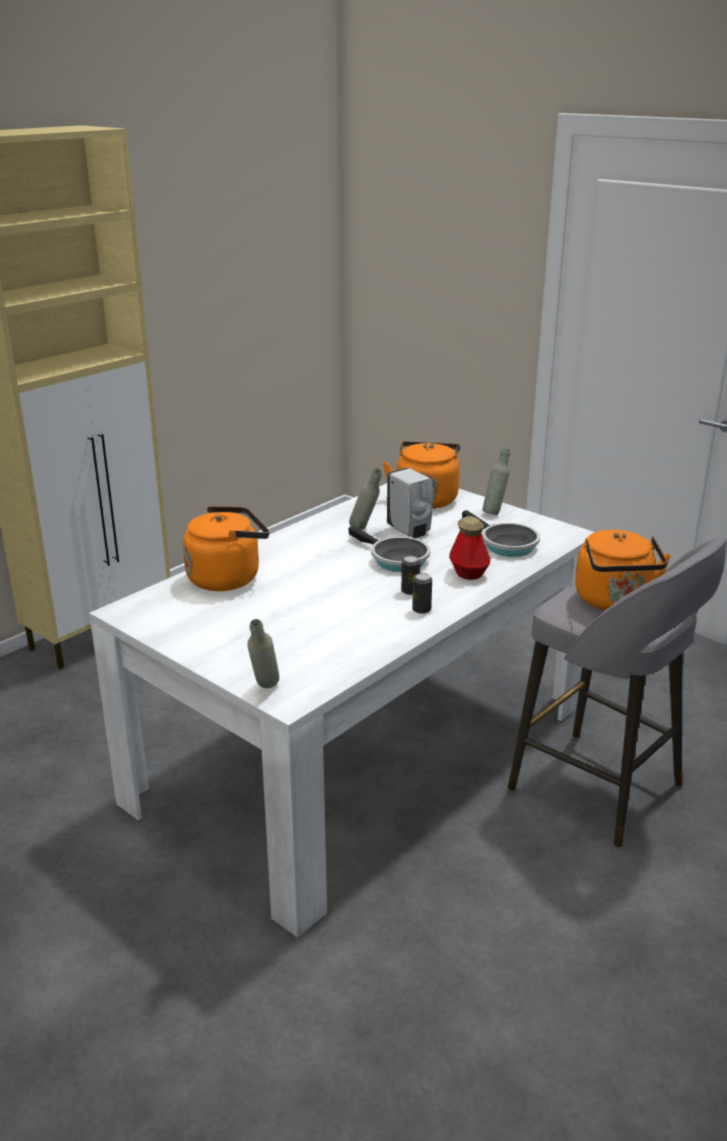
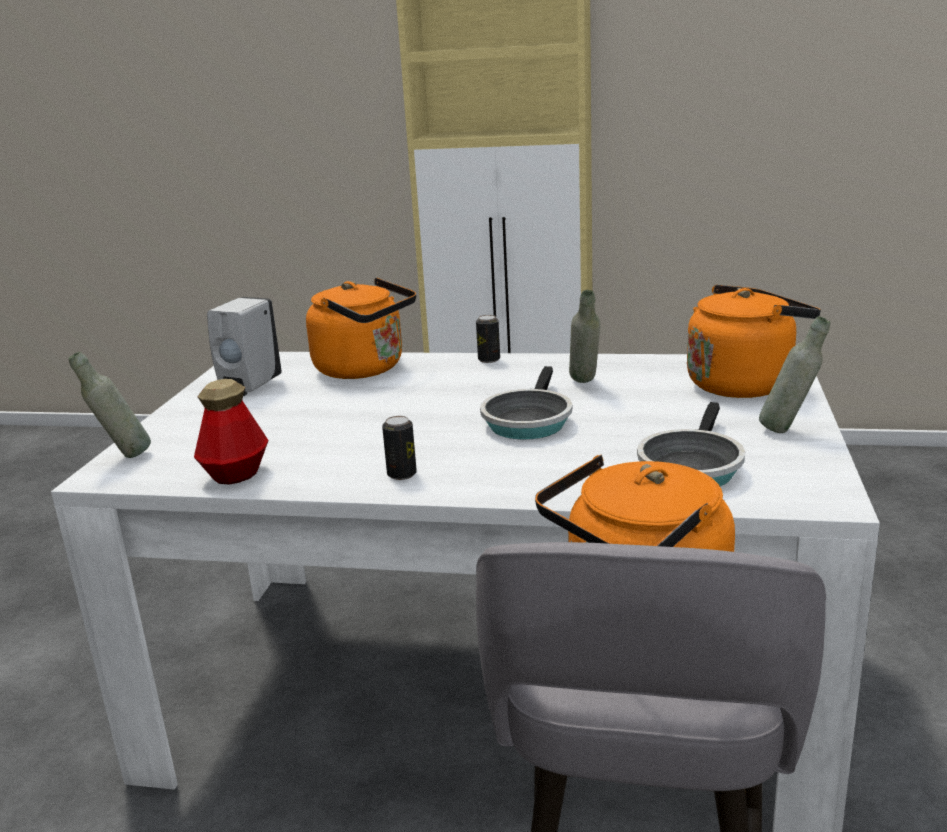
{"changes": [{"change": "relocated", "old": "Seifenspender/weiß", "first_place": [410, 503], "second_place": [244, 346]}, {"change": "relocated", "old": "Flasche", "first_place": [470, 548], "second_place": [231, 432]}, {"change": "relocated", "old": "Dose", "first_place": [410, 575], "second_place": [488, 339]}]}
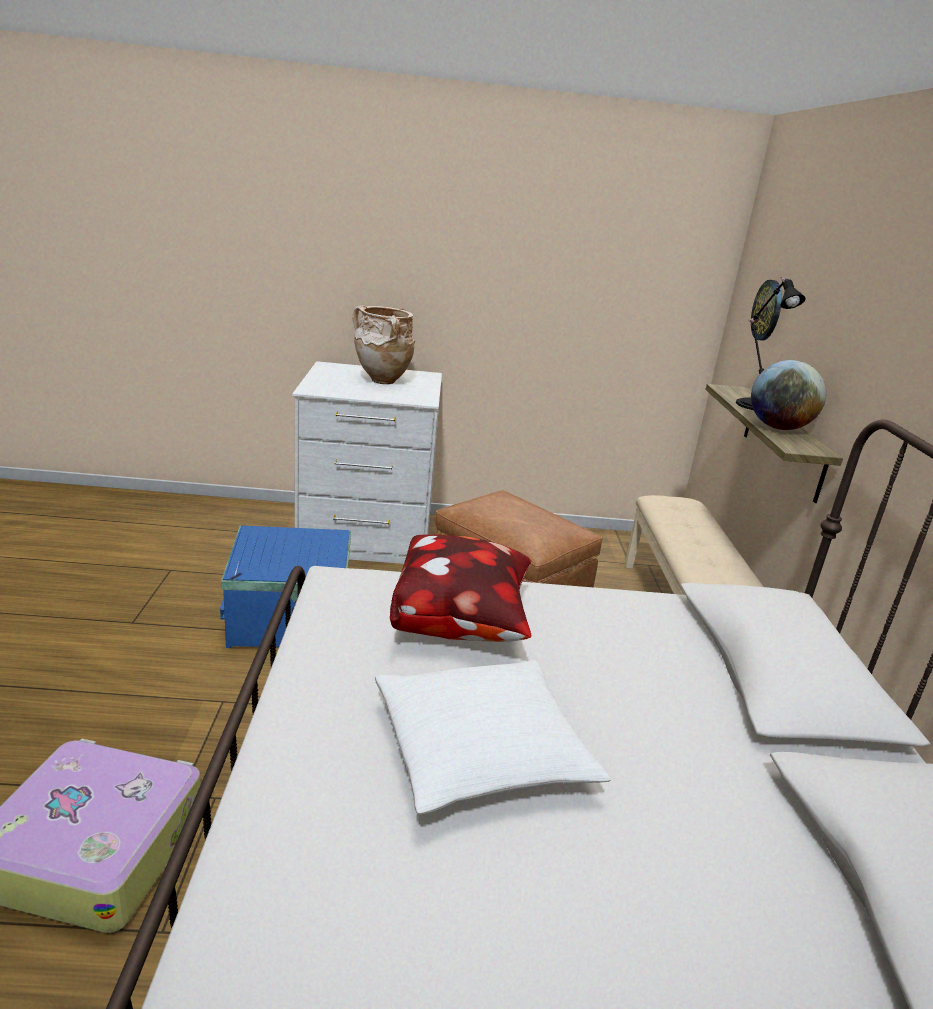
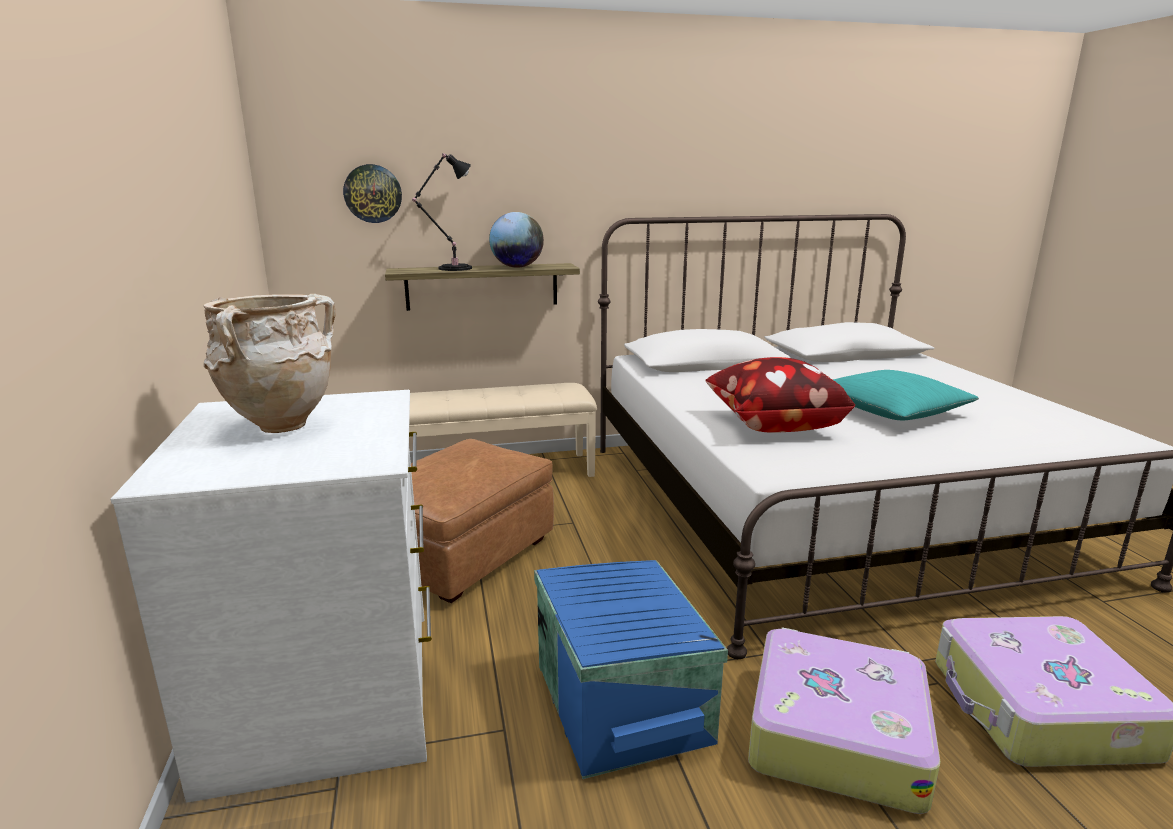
{"changes": [{"change": "colour", "old": "Kissen/weiß", "new": "Kissen/türkis", "first_place": [492, 737], "second_place": [906, 395]}, {"change": "appeared", "new": "Koffer", "second_place": [844, 720]}]}
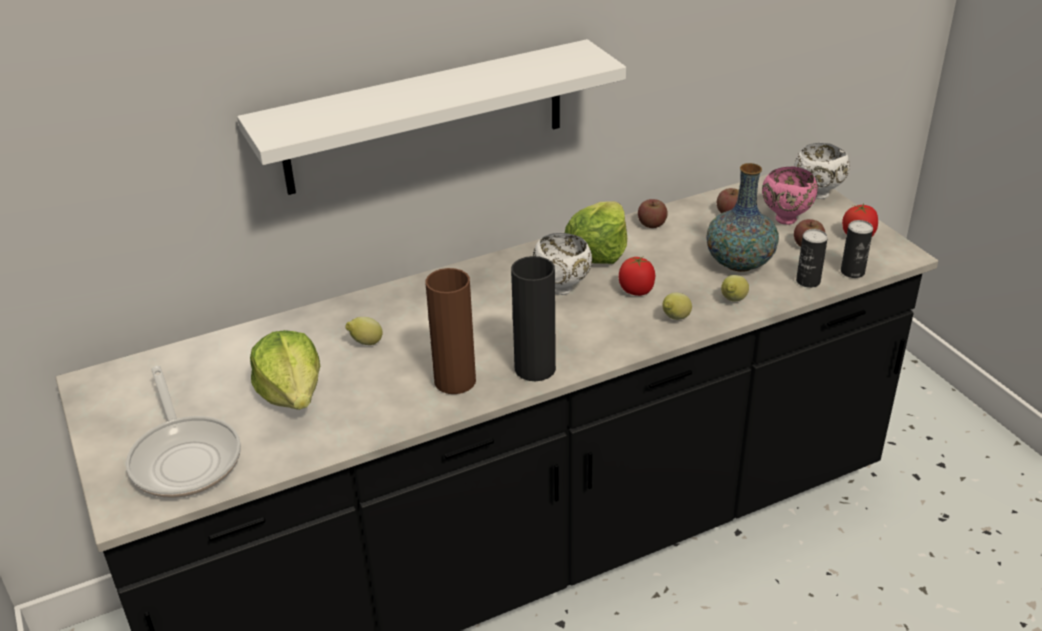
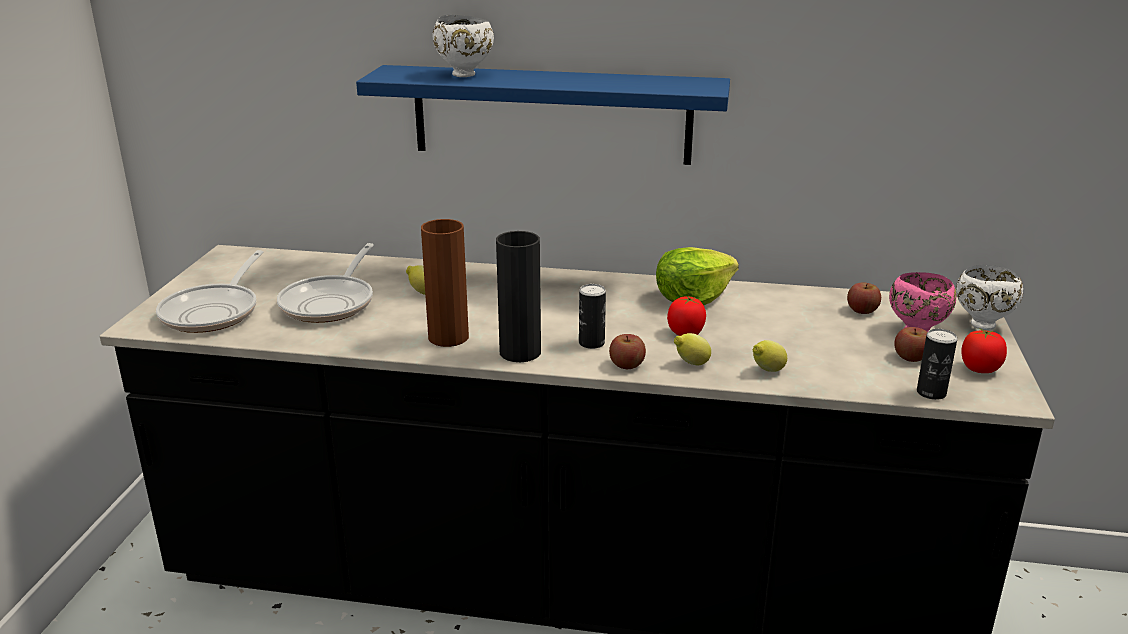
{"changes": [{"change": "colour", "old": "Wandregal/weiß", "new": "Wandregal/blau", "first_place": [431, 117], "second_place": [543, 115]}, {"change": "missing", "old": "Vase", "first_place": [742, 217]}, {"change": "relocated", "old": "Apfel", "first_place": [653, 213], "second_place": [627, 351]}, {"change": "relocated", "old": "Dose", "first_place": [812, 258], "second_place": [592, 316]}, {"change": "relocated", "old": "Schüssel/weiß", "first_place": [562, 264], "second_place": [463, 46]}, {"change": "exchanged", "old": "Salatkopf", "new": "Pfanne", "first_place": [285, 370], "second_place": [325, 283]}]}
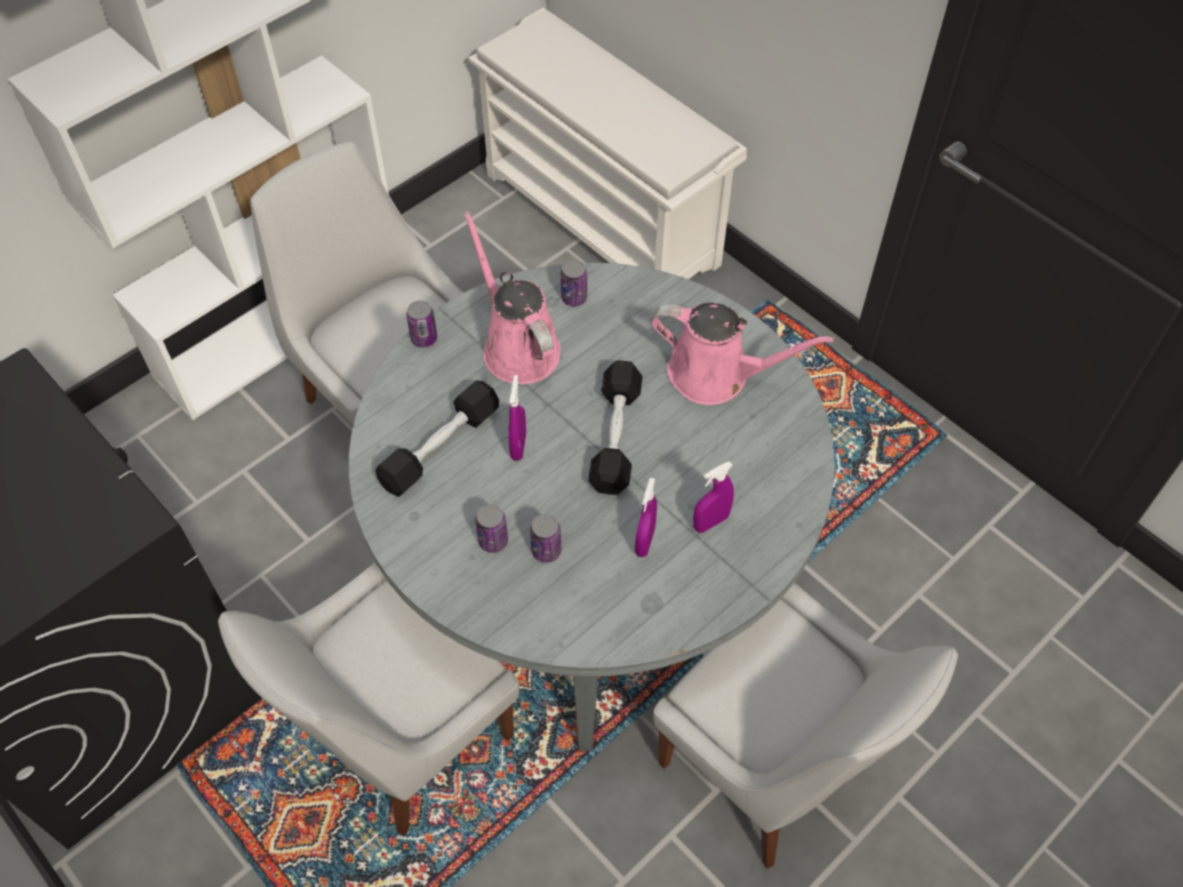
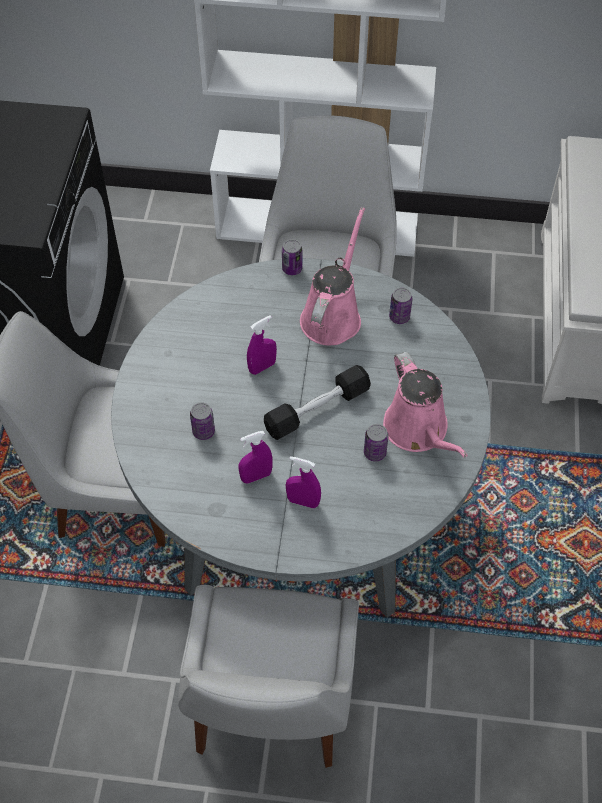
{"changes": [{"change": "missing", "old": "Hantel/schwarz", "first_place": [437, 439]}, {"change": "relocated", "old": "Dose", "first_place": [491, 528], "second_place": [376, 442]}]}
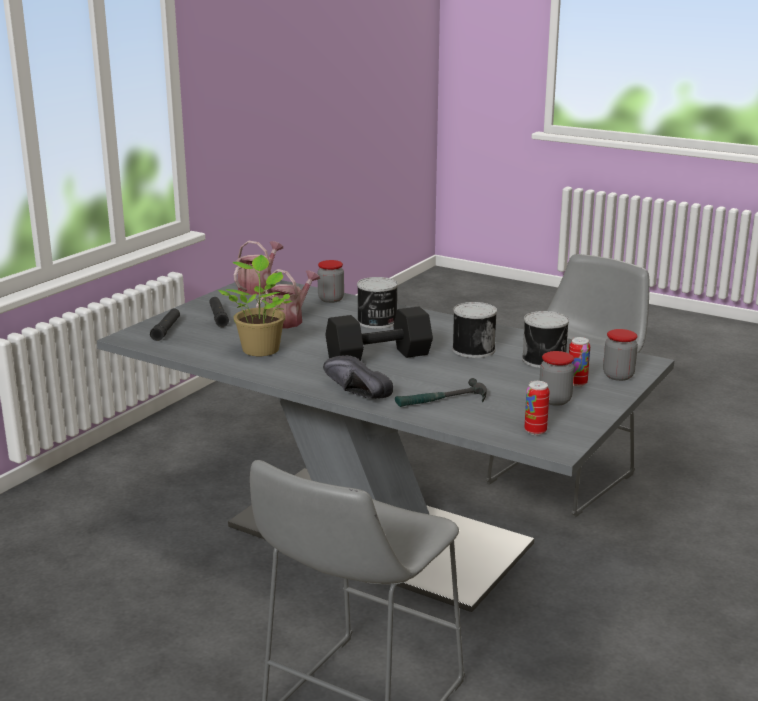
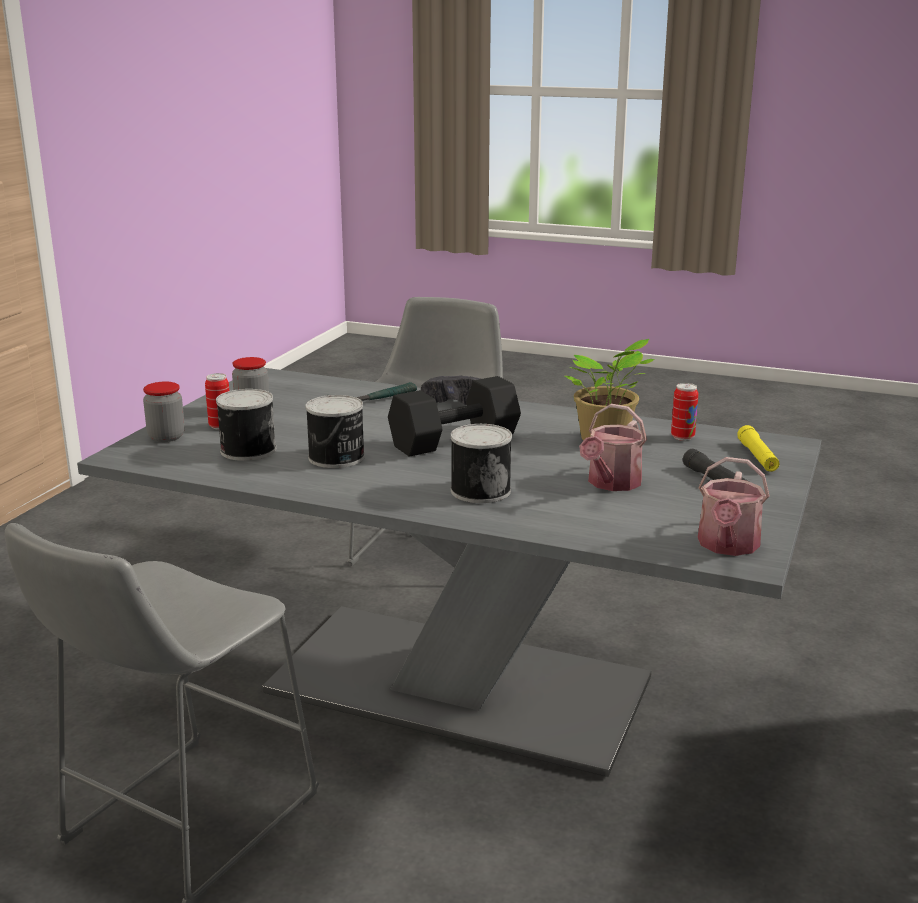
{"changes": [{"change": "missing", "old": "Vorratsglas", "first_place": [330, 281]}, {"change": "colour", "old": "Taschenlampe/schwarz", "new": "Taschenlampe/gelb", "first_place": [165, 324], "second_place": [758, 448]}, {"change": "relocated", "old": "Dose", "first_place": [537, 408], "second_place": [684, 412]}]}
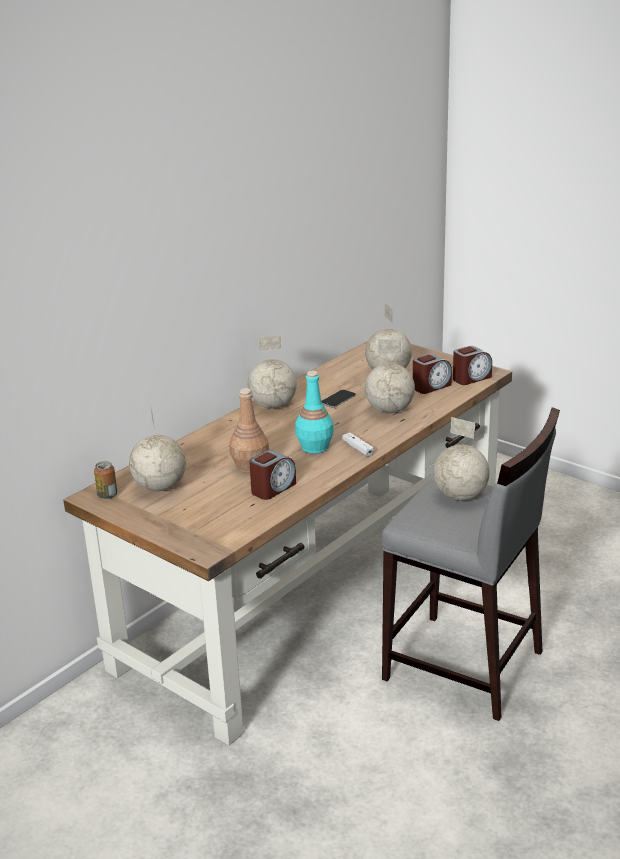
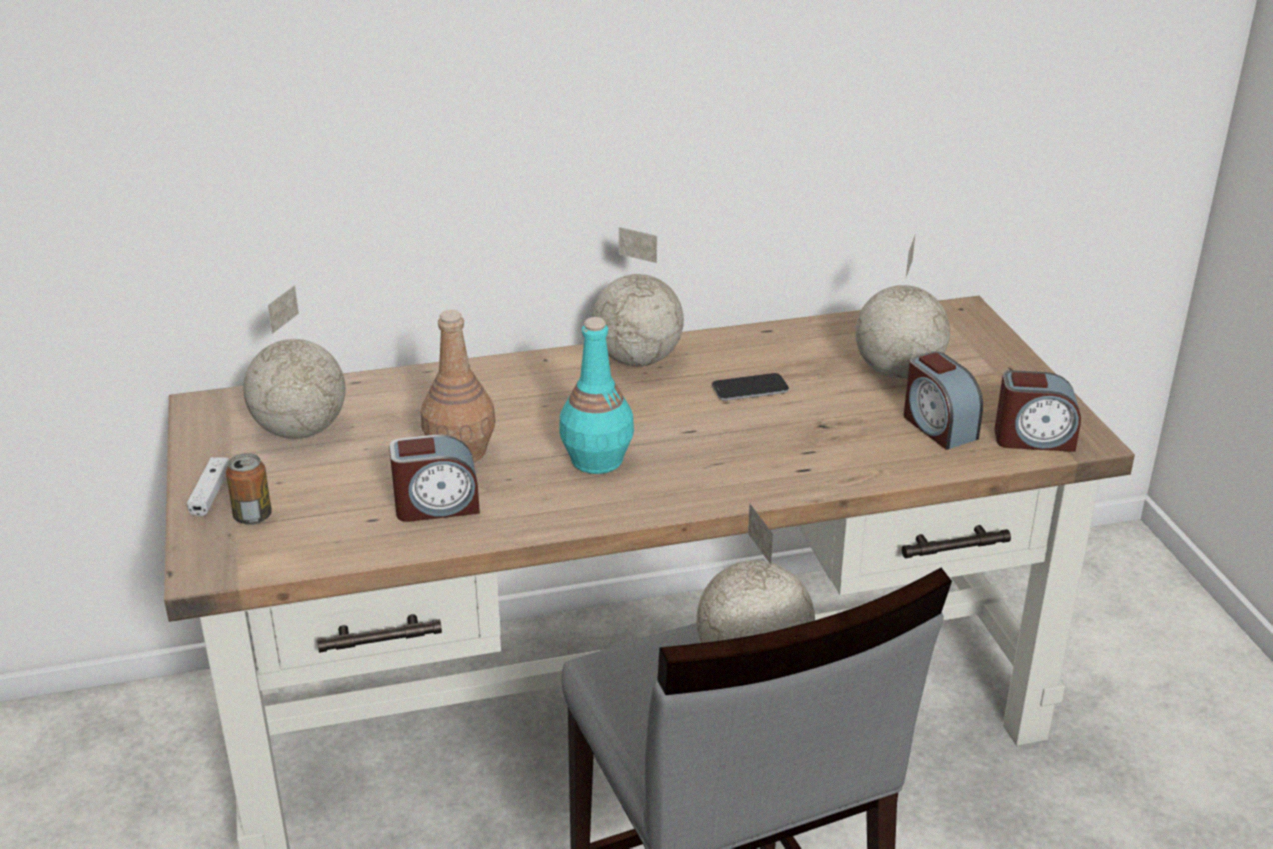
{"changes": [{"change": "missing", "old": "Globus", "first_place": [390, 376]}, {"change": "spun", "old": "Wecker", "first_place": [432, 374], "second_place": [943, 400], "degrees": 60}, {"change": "relocated", "old": "Gamepad/weiß", "first_place": [358, 445], "second_place": [208, 486]}, {"change": "relocated", "old": "Dose", "first_place": [105, 480], "second_place": [249, 489]}]}
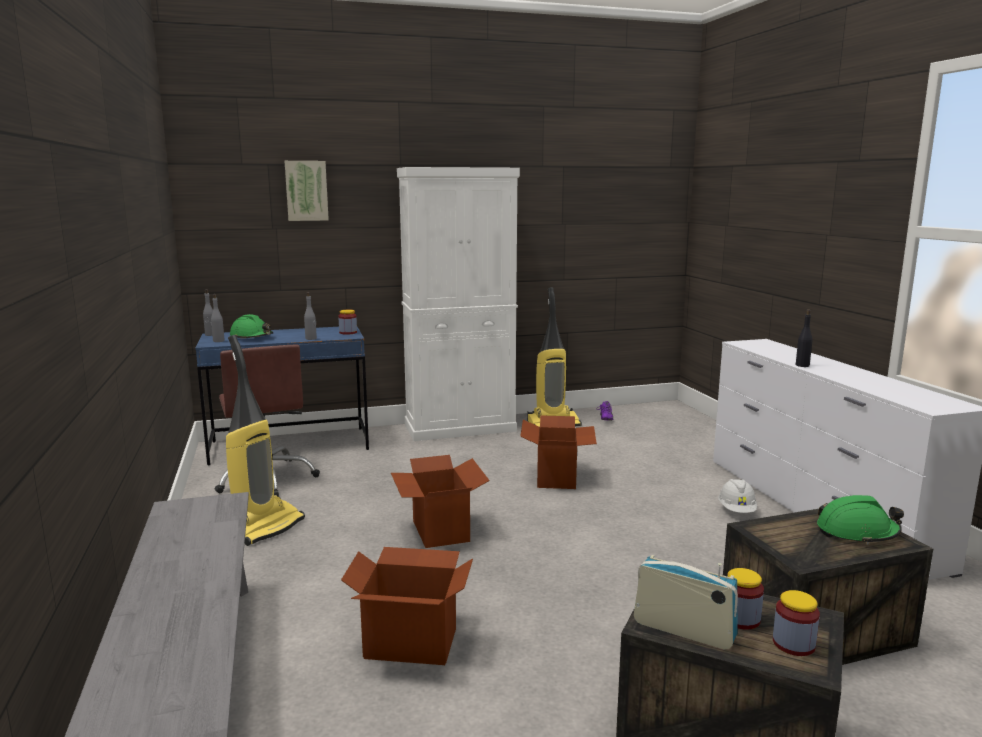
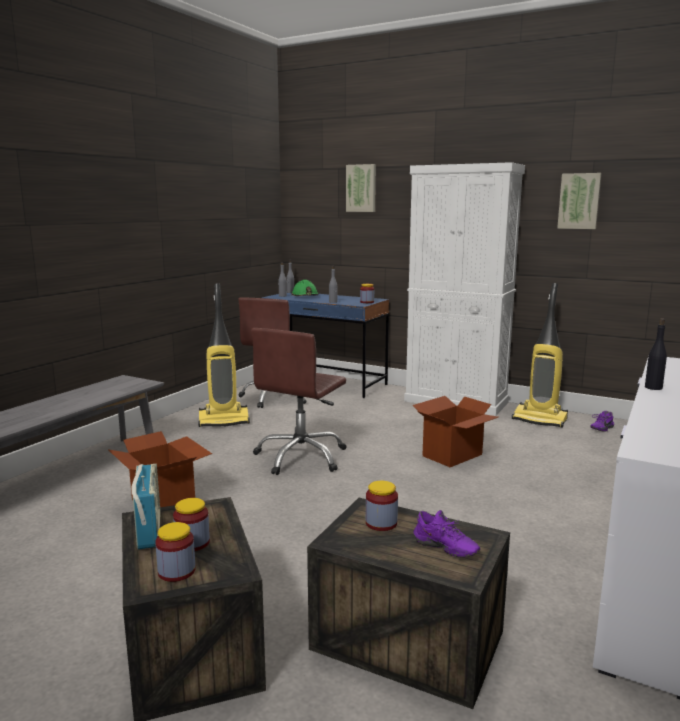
{"changes": [{"change": "exchanged", "old": "Karton", "new": "Bürostuhl/braun", "first_place": [440, 501], "second_place": [299, 401]}, {"change": "missing", "old": "Schutzhelm/weiß", "first_place": [737, 496]}, {"change": "exchanged", "old": "Schutzhelm/grün", "new": "Schuh/lila", "first_place": [860, 520], "second_place": [447, 534]}, {"change": "appeared", "new": "Bild", "second_place": [579, 201]}, {"change": "appeared", "new": "Vorratsglas", "second_place": [382, 506]}]}
